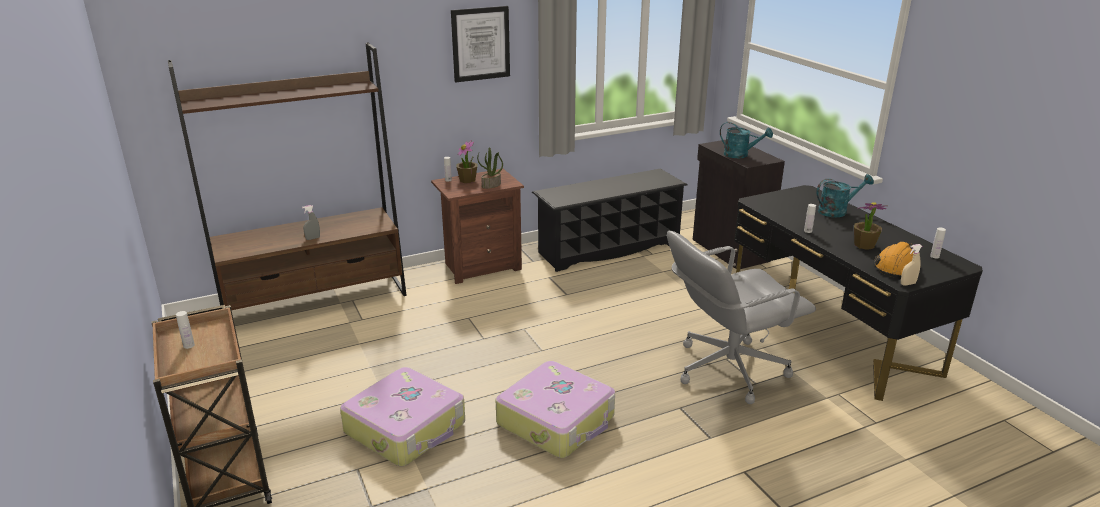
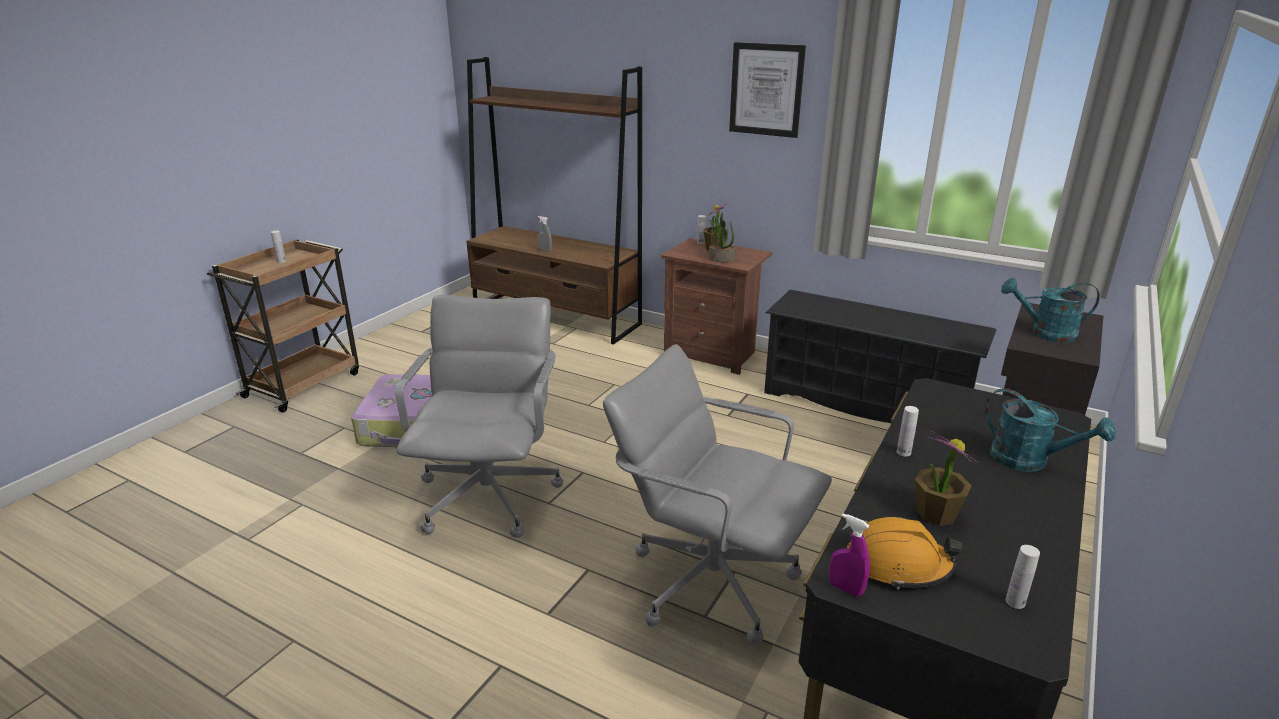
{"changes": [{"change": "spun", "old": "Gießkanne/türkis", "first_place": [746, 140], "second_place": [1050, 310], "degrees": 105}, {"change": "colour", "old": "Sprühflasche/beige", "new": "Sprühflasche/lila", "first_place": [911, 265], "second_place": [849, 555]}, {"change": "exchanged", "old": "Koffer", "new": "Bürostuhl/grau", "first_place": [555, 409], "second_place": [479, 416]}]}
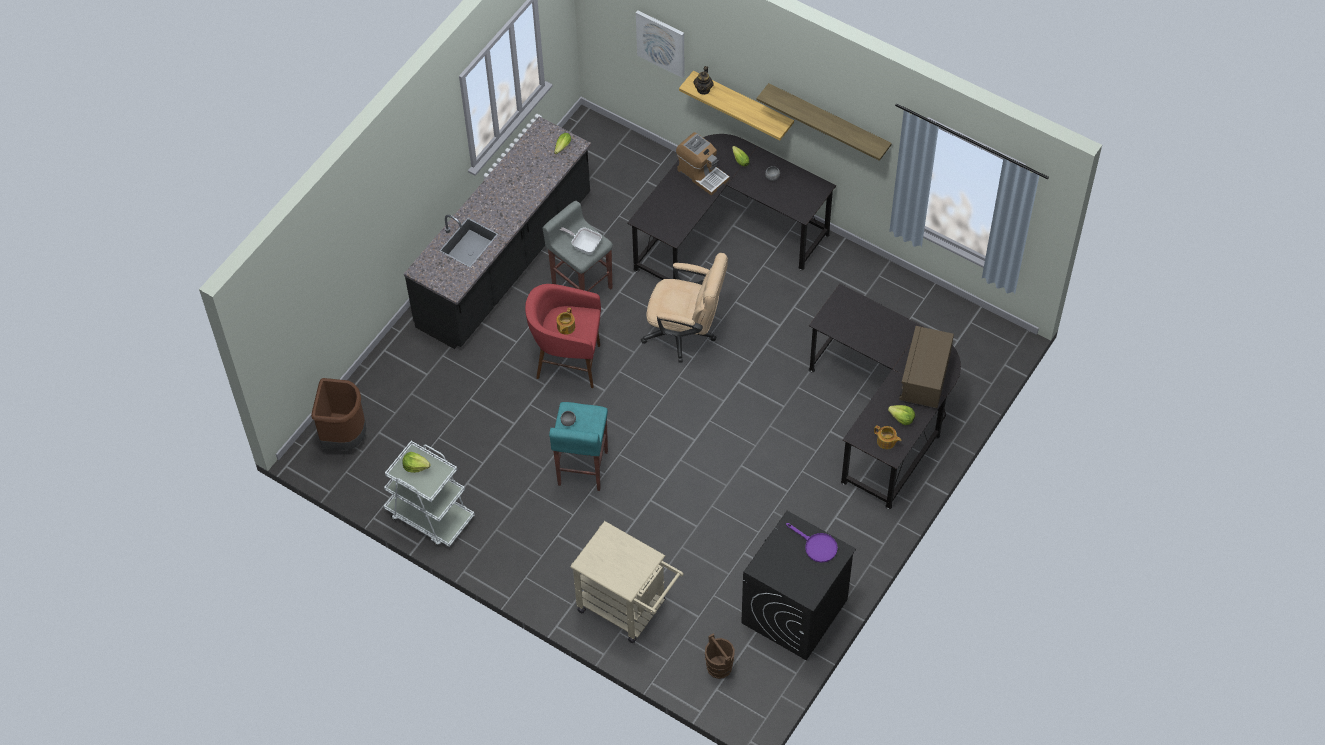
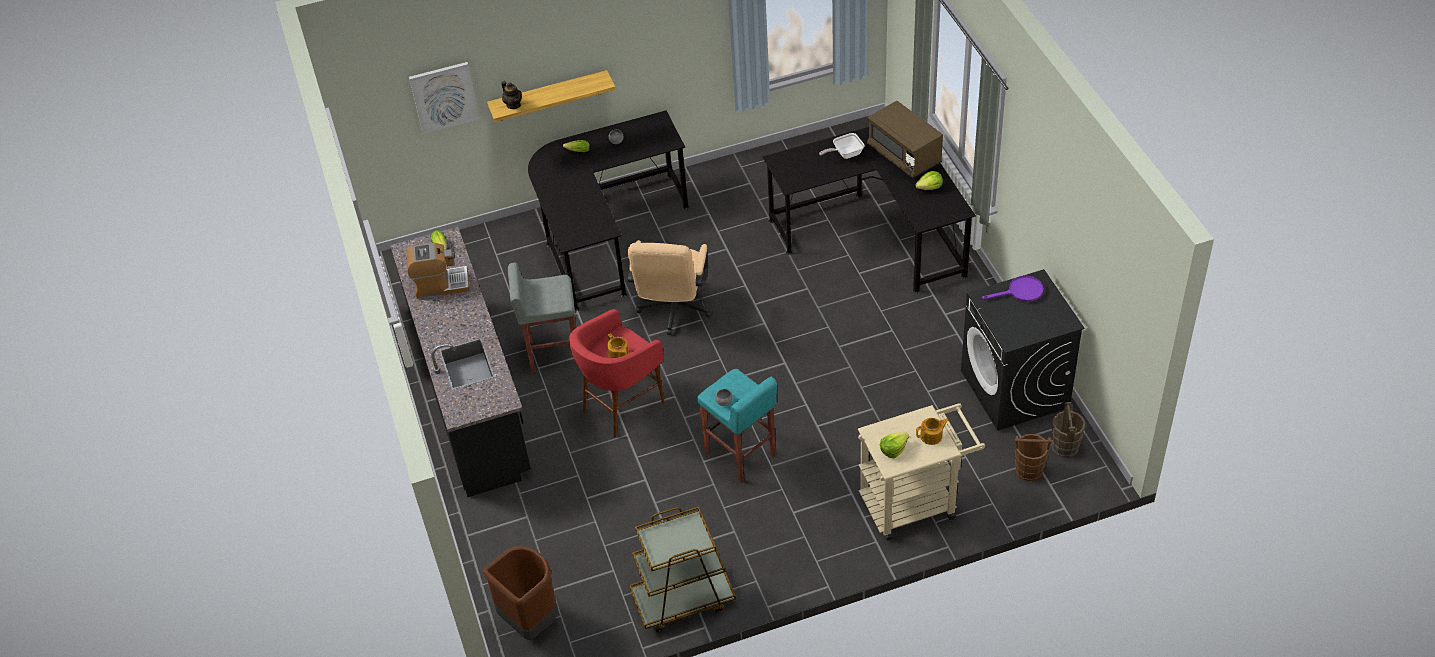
{"changes": [{"change": "missing", "old": "Wandregal", "first_place": [824, 122]}, {"change": "relocated", "old": "Kaffeemaschine", "first_place": [703, 164], "second_place": [438, 271]}, {"change": "relocated", "old": "Pfanne", "first_place": [580, 240], "second_place": [842, 146]}, {"change": "spun", "old": "Bürostuhl/beige", "first_place": [684, 308], "second_place": [670, 287], "degrees": 135}, {"change": "relocated", "old": "Teekanne", "first_place": [887, 437], "second_place": [932, 431]}, {"change": "colour", "old": "Rollwagen/weiß", "new": "Rollwagen/braun", "first_place": [429, 494], "second_place": [683, 569]}, {"change": "relocated", "old": "Salatkopf", "first_place": [416, 462], "second_place": [894, 445]}, {"change": "appeared", "new": "Eimer/braun", "second_place": [1068, 429]}]}
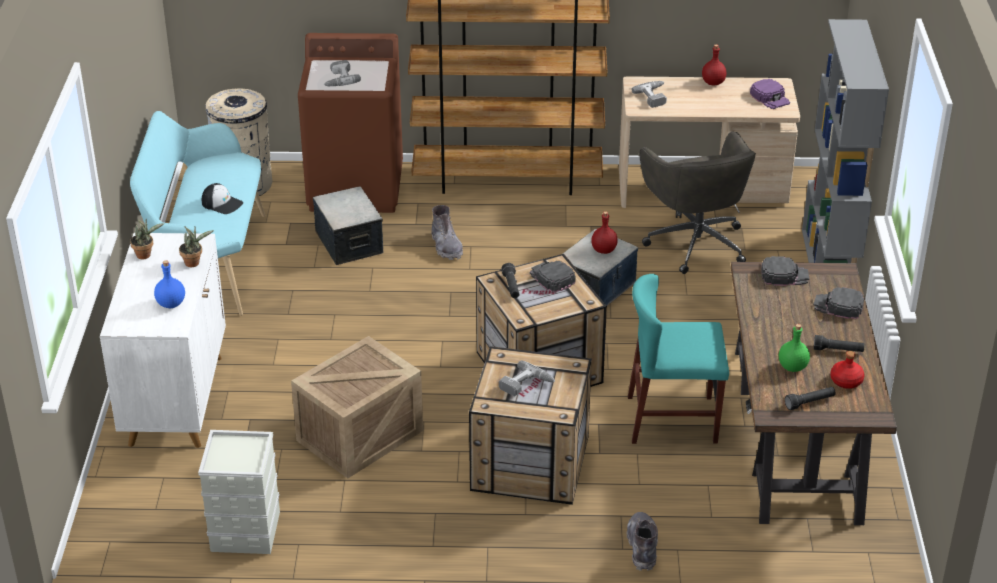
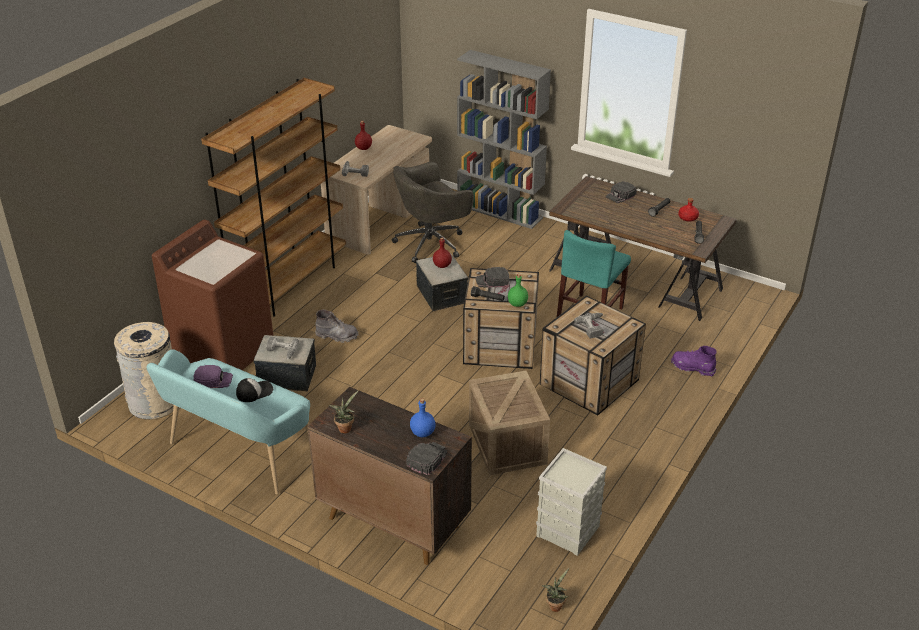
{"changes": [{"change": "relocated", "old": "Bohrmaschine", "first_place": [342, 73], "second_place": [282, 348]}, {"change": "relocated", "old": "Kappe/lila", "first_place": [770, 94], "second_place": [213, 376]}, {"change": "spun", "old": "Bürostuhl/grau", "first_place": [697, 203], "second_place": [433, 212], "degrees": 135}, {"change": "relocated", "old": "Topfpflanze", "first_place": [196, 246], "second_place": [555, 590]}, {"change": "colour", "old": "Schrank/weiß", "new": "Schrank/braun", "first_place": [163, 340], "second_place": [389, 476]}, {"change": "relocated", "old": "Kappe/schwarz", "first_place": [785, 271], "second_place": [427, 458]}, {"change": "relocated", "old": "Flasche/grün", "first_place": [794, 348], "second_place": [518, 290]}, {"change": "colour", "old": "Stiefel/grau", "new": "Stiefel/lila", "first_place": [642, 541], "second_place": [694, 361]}]}
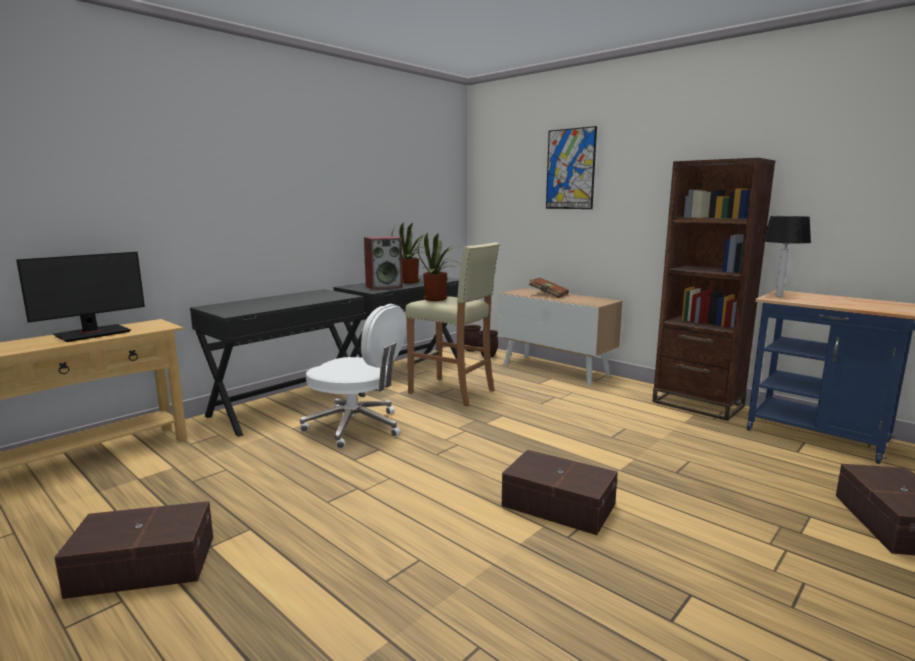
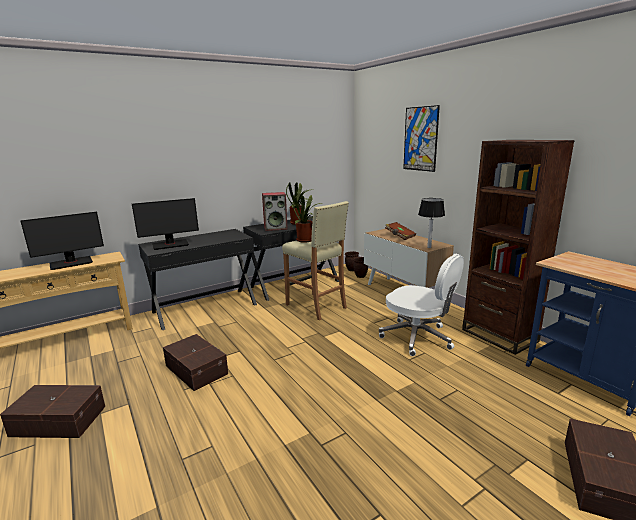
{"changes": [{"change": "relocated", "old": "Tischlampe", "first_place": [787, 256], "second_place": [431, 223]}, {"change": "relocated", "old": "Bürostuhl/weiß", "first_place": [353, 376], "second_place": [421, 304]}, {"change": "relocated", "old": "Aufbewahrungsbox/braun", "first_place": [560, 492], "second_place": [195, 362]}, {"change": "appeared", "new": "Monitor", "second_place": [165, 224]}]}
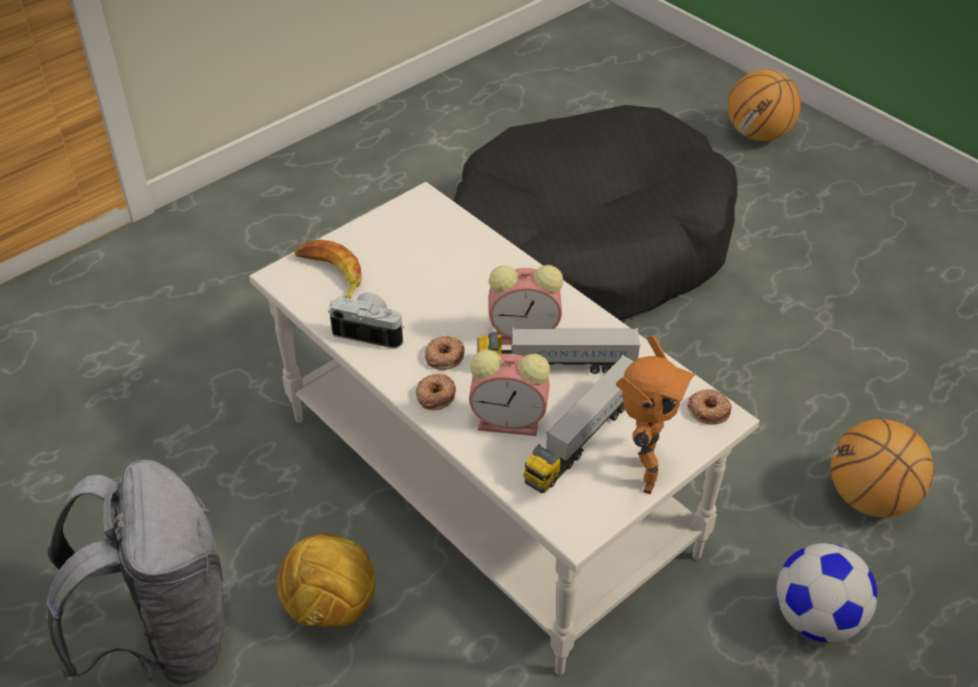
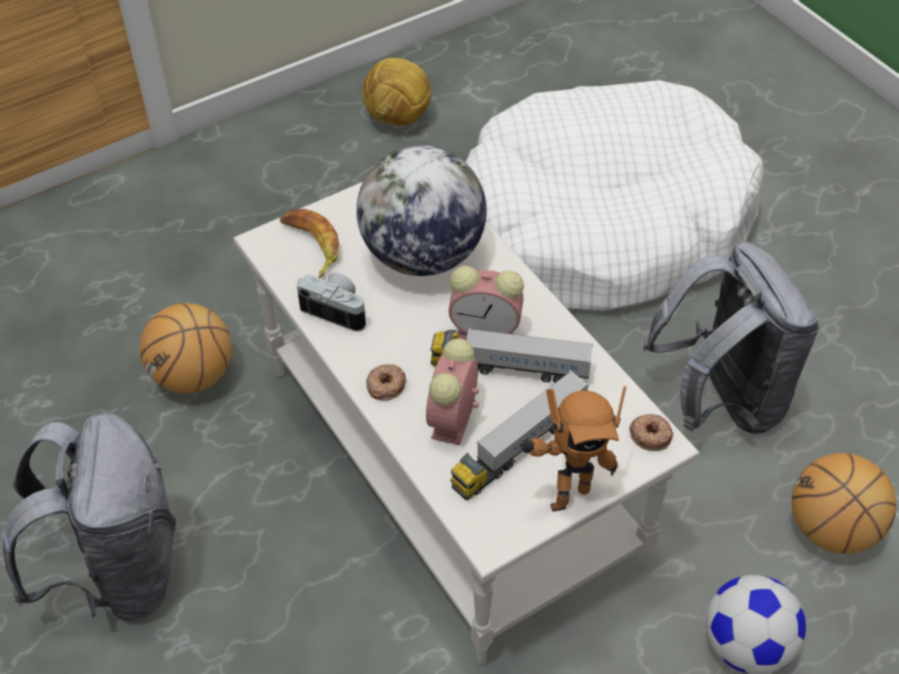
{"changes": [{"change": "relocated", "old": "Basketball", "first_place": [764, 105], "second_place": [186, 348]}, {"change": "colour", "old": "Hundebett/schwarz", "new": "Hundebett/weiß", "first_place": [595, 212], "second_place": [614, 195]}, {"change": "spun", "old": "Spielzeugroboter", "first_place": [655, 414], "second_place": [572, 449], "degrees": 45}, {"change": "missing", "old": "Donut", "first_place": [445, 353]}, {"change": "spun", "old": "Wecker", "first_place": [509, 392], "second_place": [452, 391], "degrees": 90}, {"change": "relocated", "old": "Fußball", "first_place": [326, 580], "second_place": [396, 92]}, {"change": "appeared", "new": "Globus", "second_place": [421, 210]}, {"change": "appeared", "new": "Rucksack/grau", "second_place": [731, 337]}]}
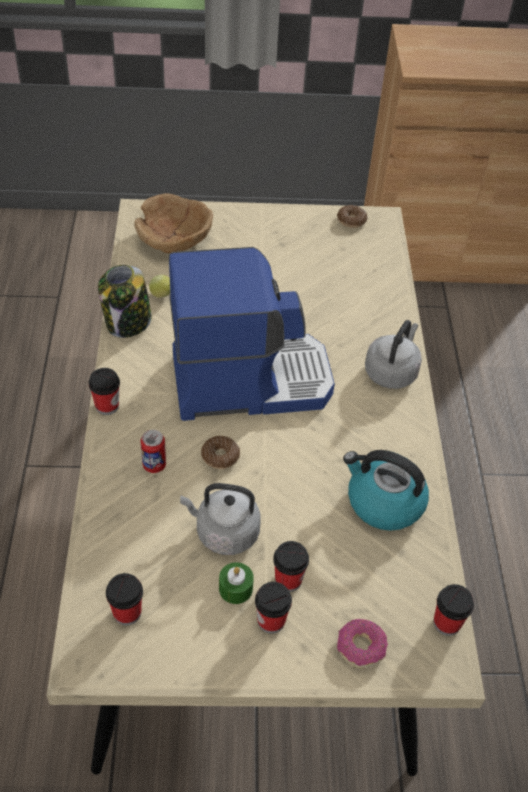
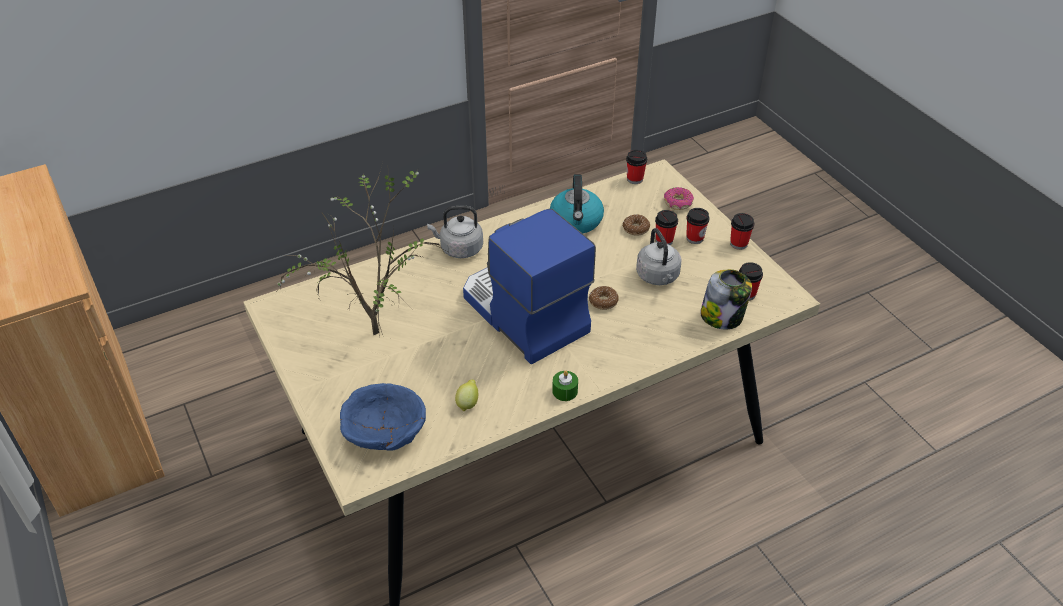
{"changes": [{"change": "colour", "old": "Schüssel/braun", "new": "Schüssel/blau", "first_place": [173, 223], "second_place": [383, 417]}, {"change": "relocated", "old": "Donut", "first_place": [352, 216], "second_place": [636, 225]}, {"change": "relocated", "old": "Vorratsglas", "first_place": [125, 301], "second_place": [726, 299]}, {"change": "relocated", "old": "Tasse", "first_place": [104, 391], "second_place": [742, 231]}, {"change": "missing", "old": "Dose", "first_place": [153, 451]}, {"change": "relocated", "old": "Kerze/grün", "first_place": [236, 583], "second_place": [565, 385]}, {"change": "appeared", "new": "Topfpflanze", "second_place": [361, 249]}]}
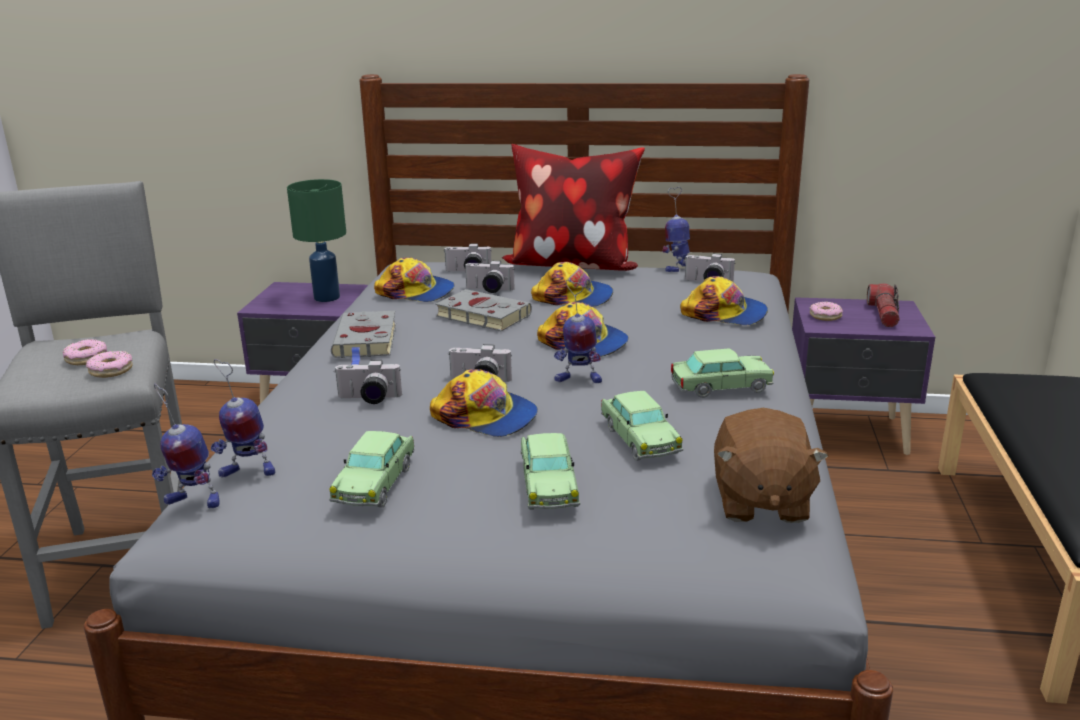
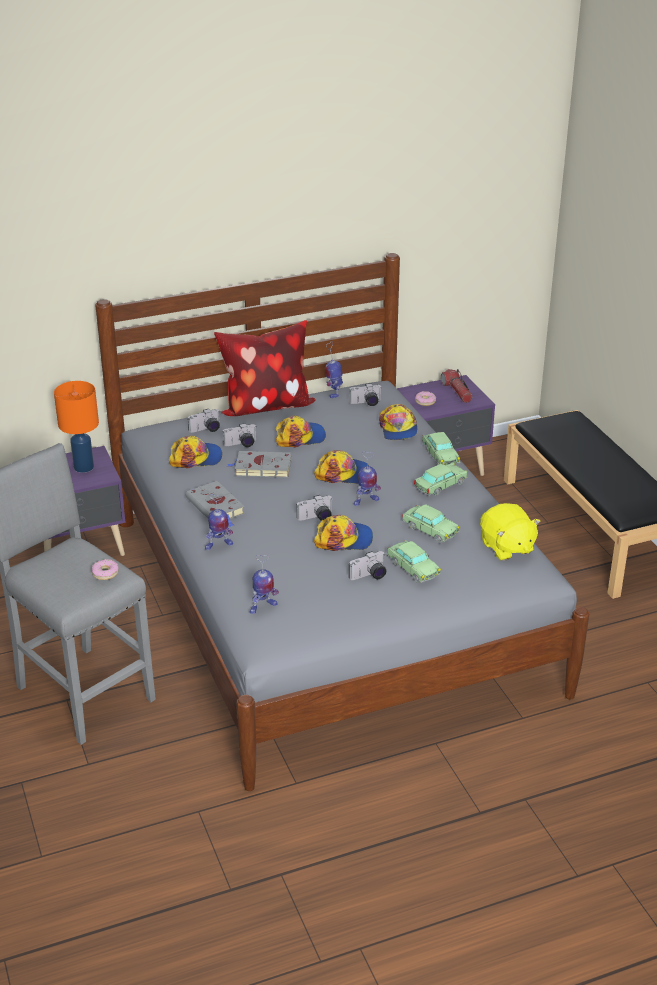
{"changes": [{"change": "colour", "old": "Tischlampe/grün", "new": "Tischlampe/orange", "first_place": [316, 240], "second_place": [76, 427]}, {"change": "spun", "old": "Kappe", "first_place": [724, 300], "second_place": [398, 422], "degrees": 90}, {"change": "missing", "old": "Donut", "first_place": [85, 352]}, {"change": "relocated", "old": "Kamera", "first_place": [368, 382], "second_place": [367, 565]}, {"change": "relocated", "old": "Spielzeugroboter", "first_place": [186, 446], "second_place": [219, 522]}, {"change": "colour", "old": "Plüschtier/braun", "new": "Plüschtier/gelb", "first_place": [771, 465], "second_place": [510, 532]}, {"change": "relocated", "old": "Spielzeugauto", "first_place": [371, 469], "second_place": [441, 448]}]}
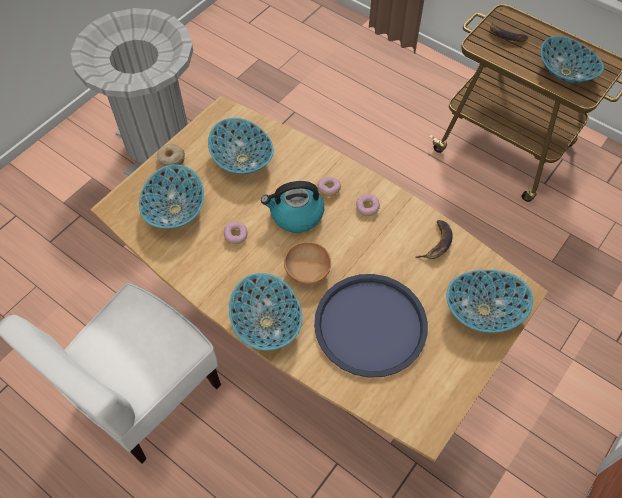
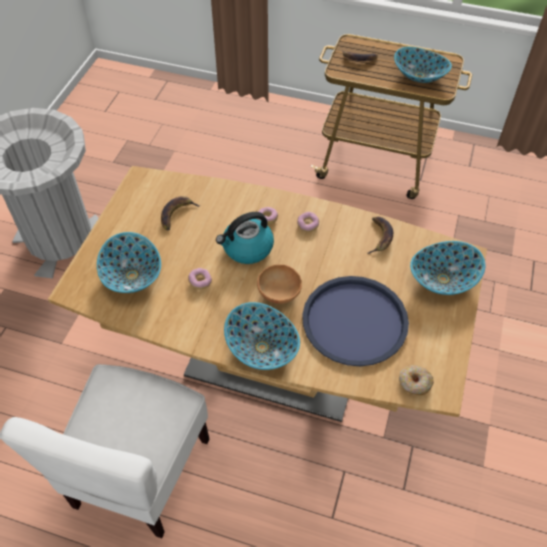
{"changes": [{"change": "exchanged", "old": "Schüssel", "new": "Banane", "first_place": [241, 146], "second_place": [181, 213]}, {"change": "relocated", "old": "Donut", "first_place": [171, 155], "second_place": [416, 380]}]}
